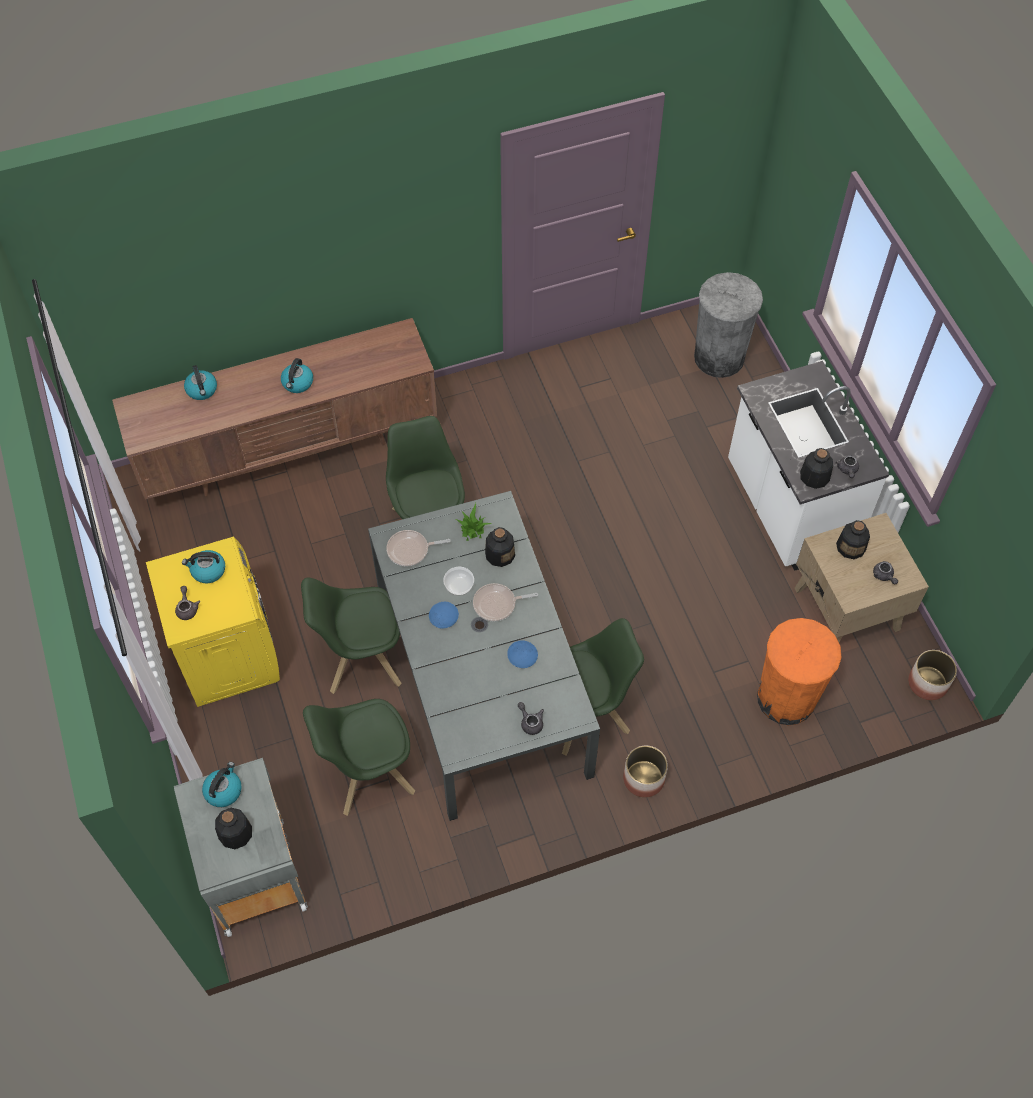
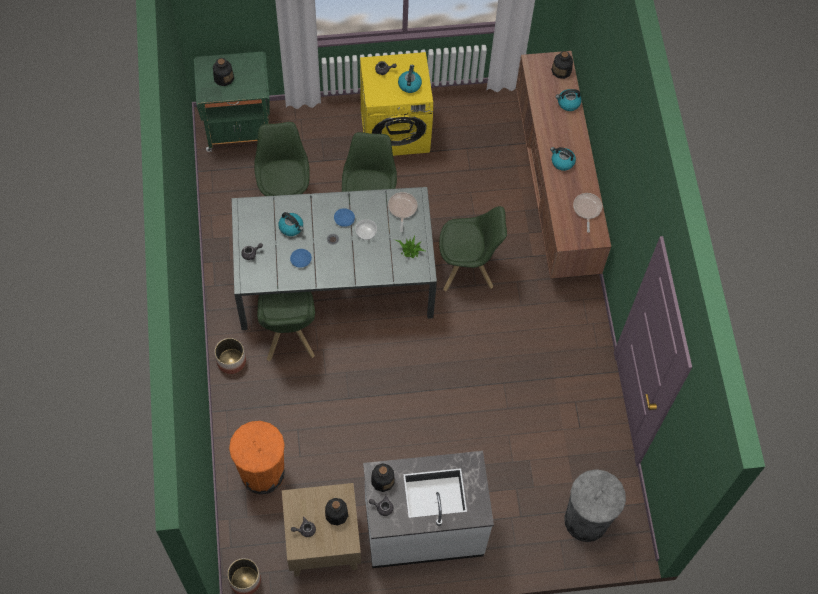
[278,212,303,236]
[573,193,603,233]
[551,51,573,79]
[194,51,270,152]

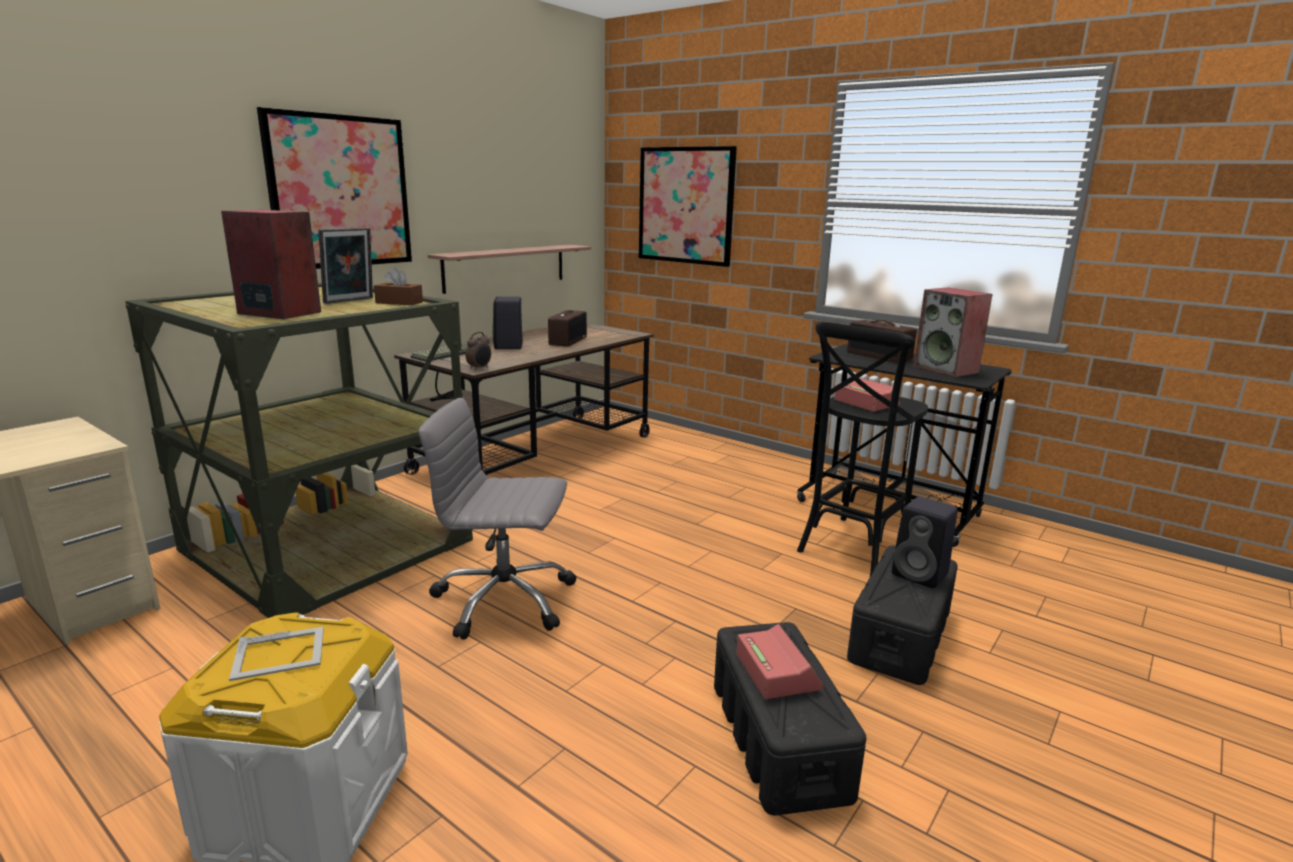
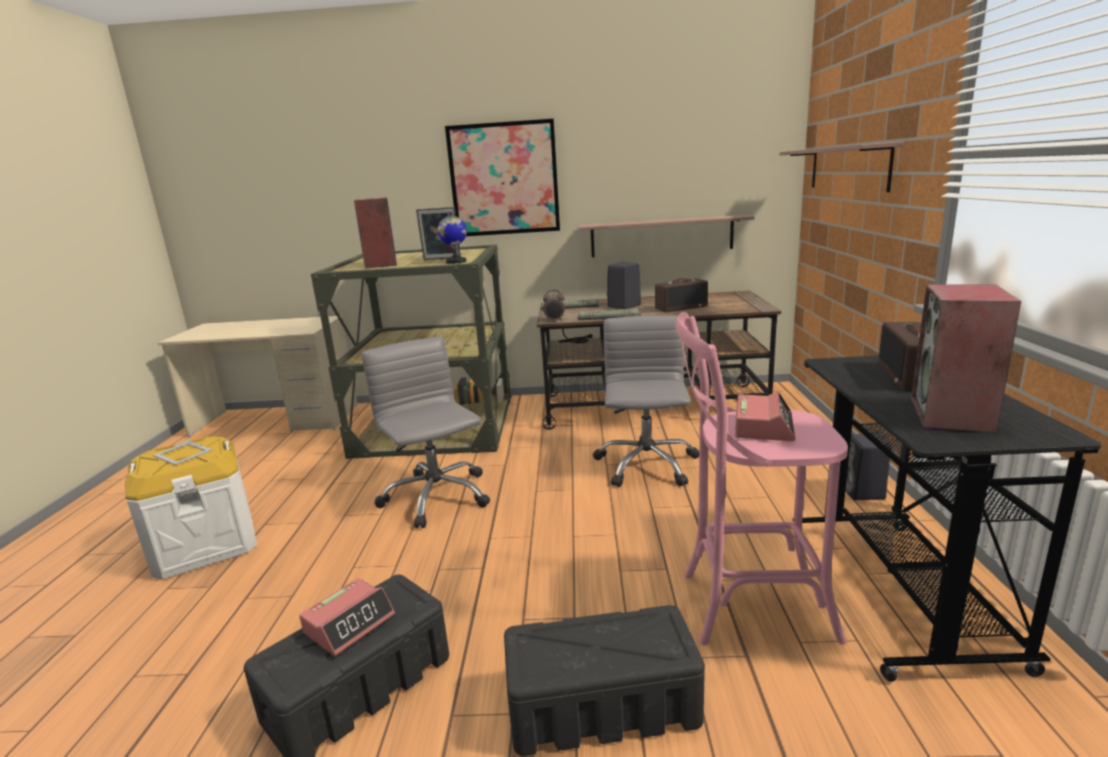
[578,308,642,320]
[593,315,699,487]
[845,434,890,500]
[438,212,467,264]
[780,142,904,192]
[676,312,848,645]

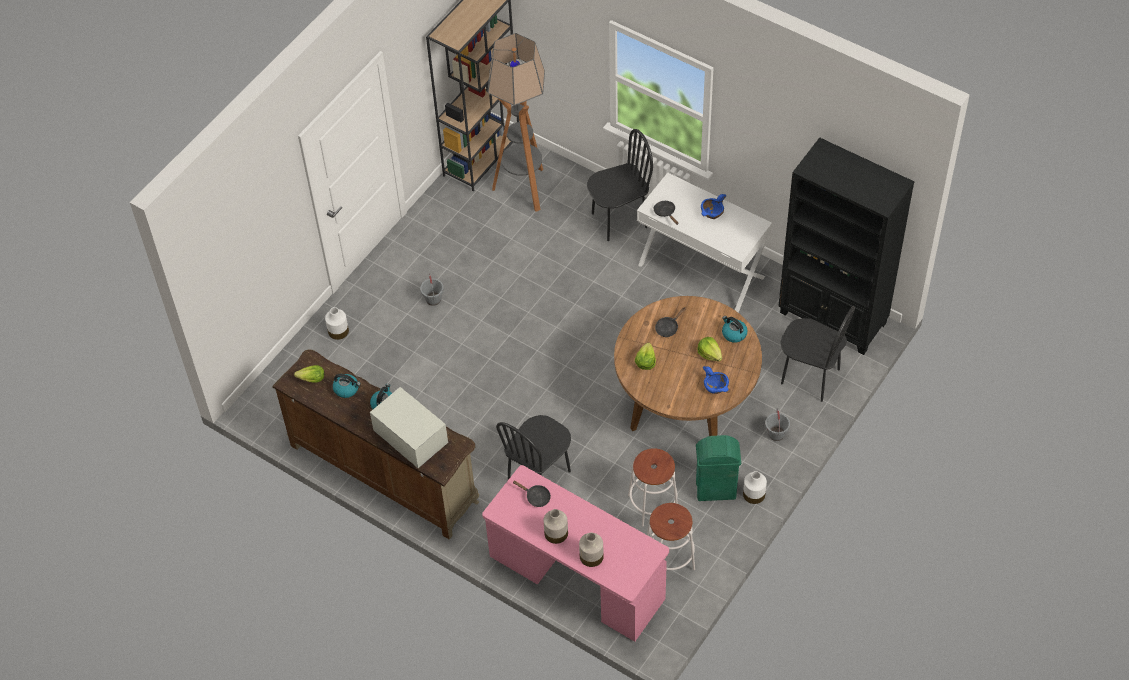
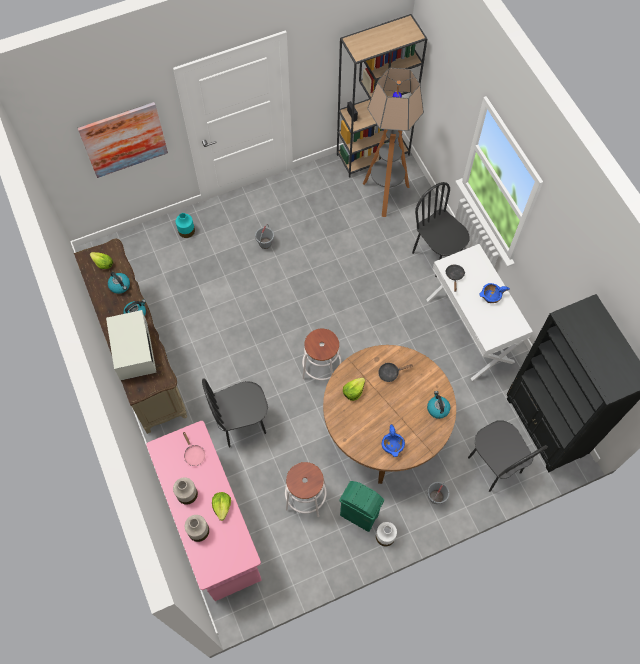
[78,102,168,178]
[302,329,341,380]
[212,492,231,521]
[176,213,195,238]
[183,432,205,466]
[412,182,470,277]

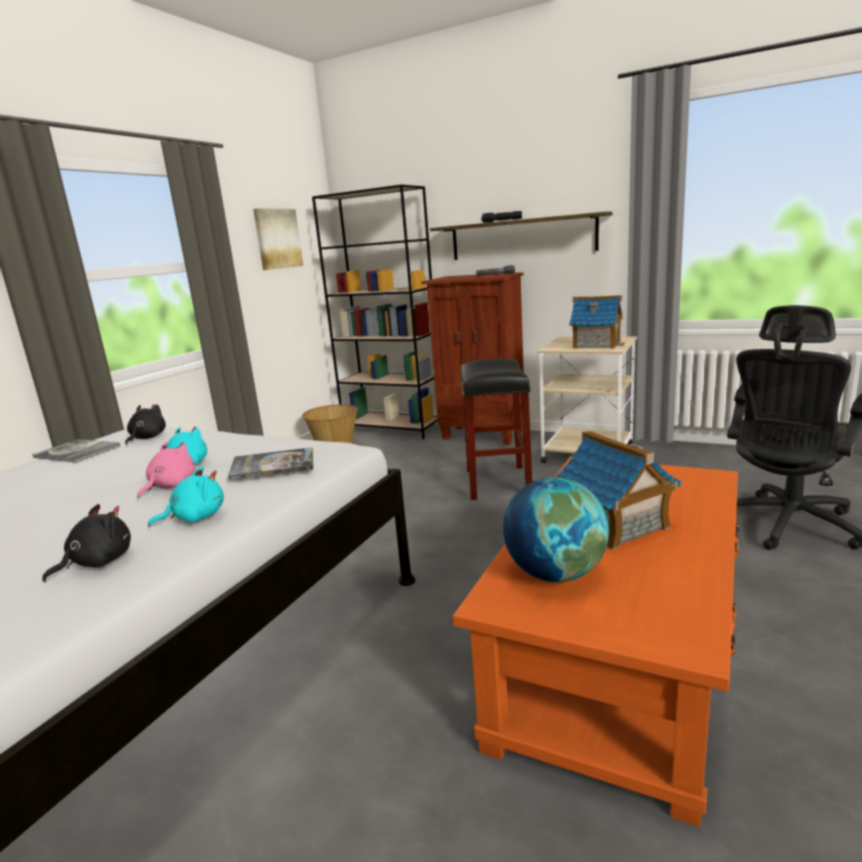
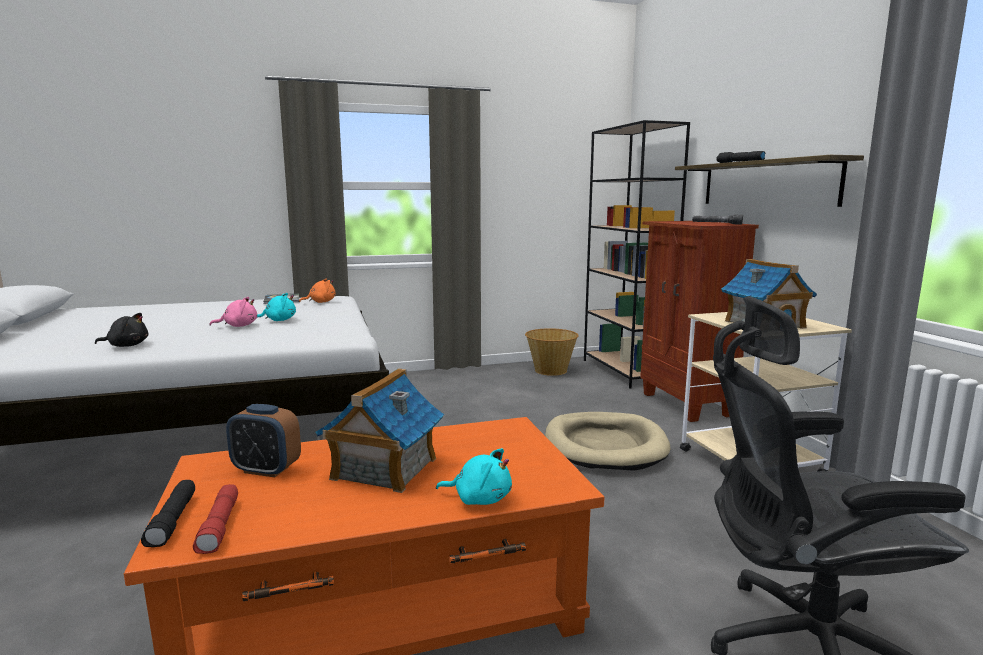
[228,447,313,480] (first image)
[253,208,303,270] (first image)
[141,480,195,547]
[193,484,238,554]
[436,448,512,505]
[545,412,670,471]
[226,404,301,477]
[299,278,335,303]

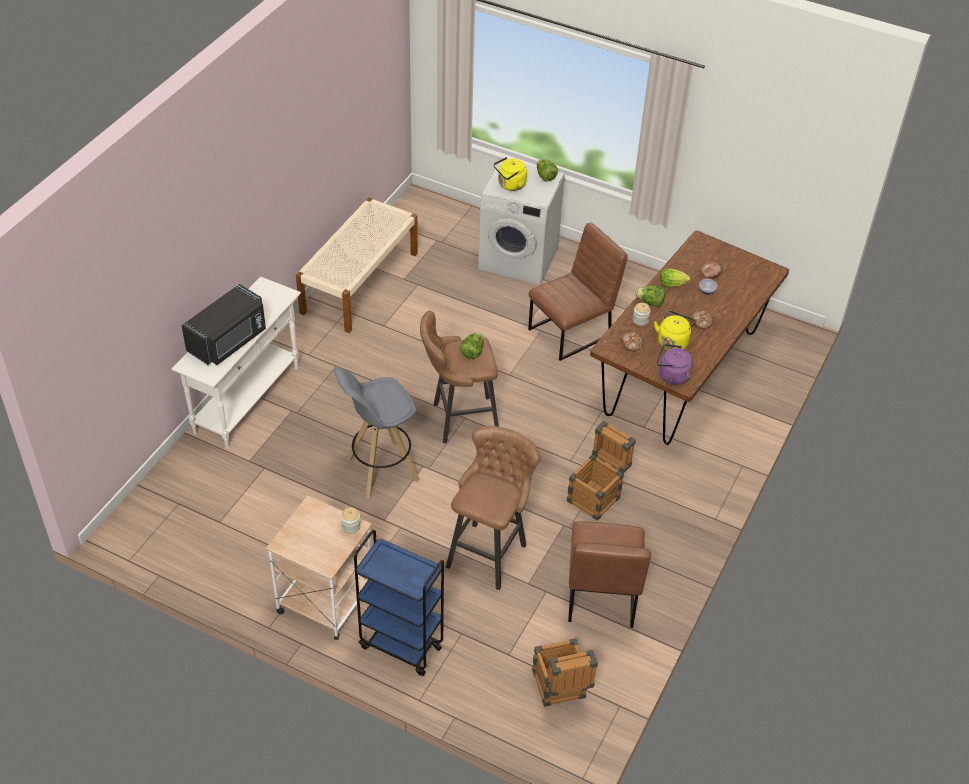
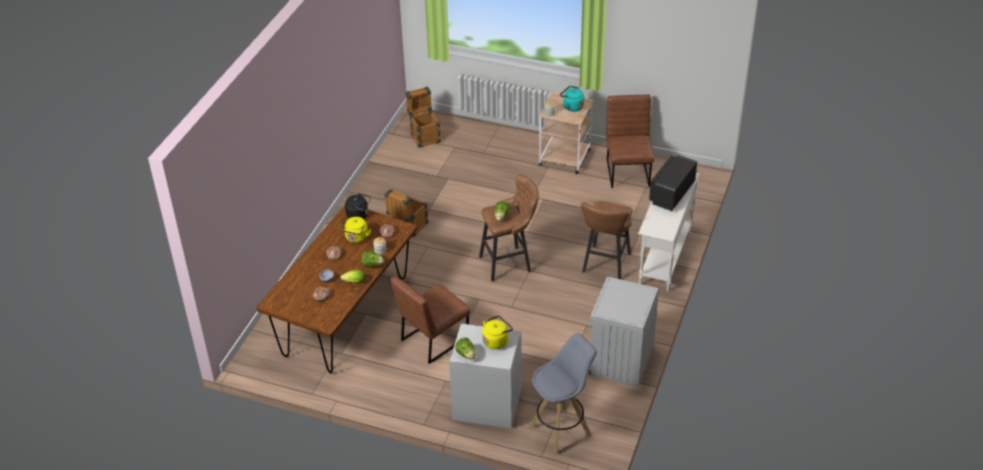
[354,530,444,676] (first image)
[560,86,584,112]
[529,333,597,455]
[580,201,633,279]
[606,94,655,188]
[589,276,659,387]
[345,193,371,219]

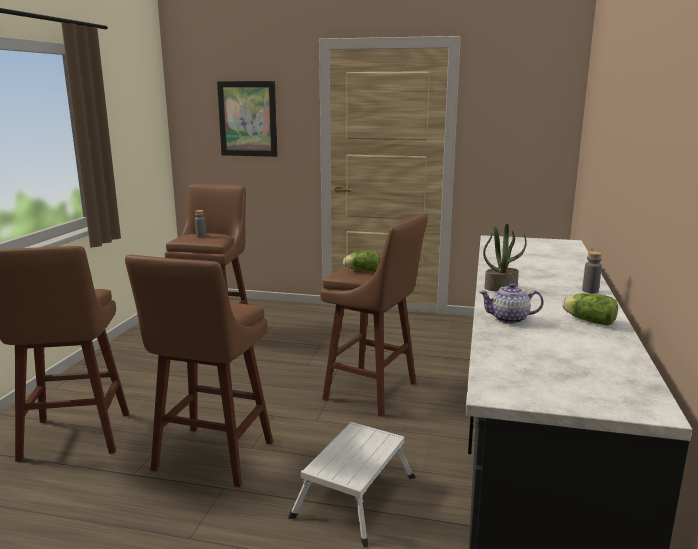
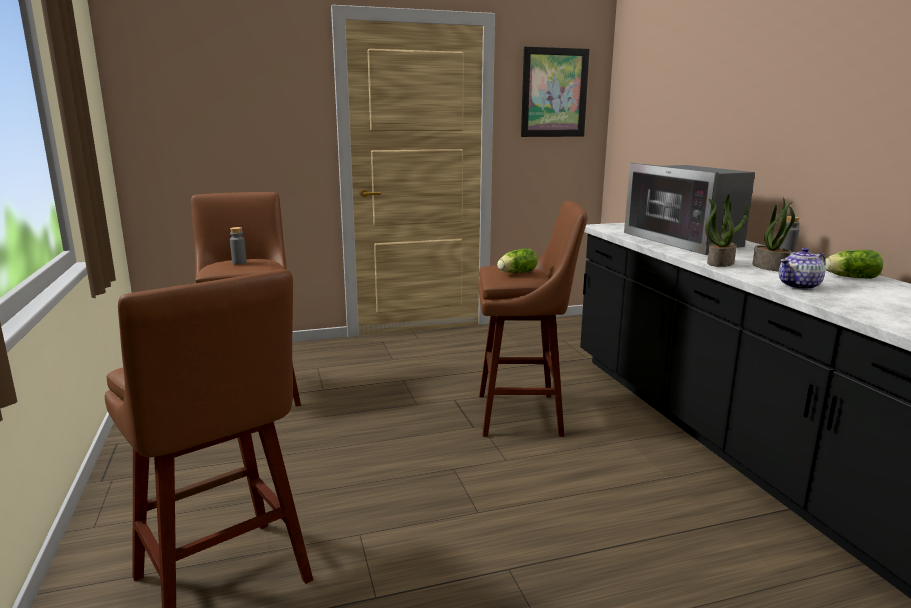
[125,255,273,487] (first image)
[288,422,416,548] (first image)
[624,163,755,255]
[752,197,795,272]
[521,47,589,137]

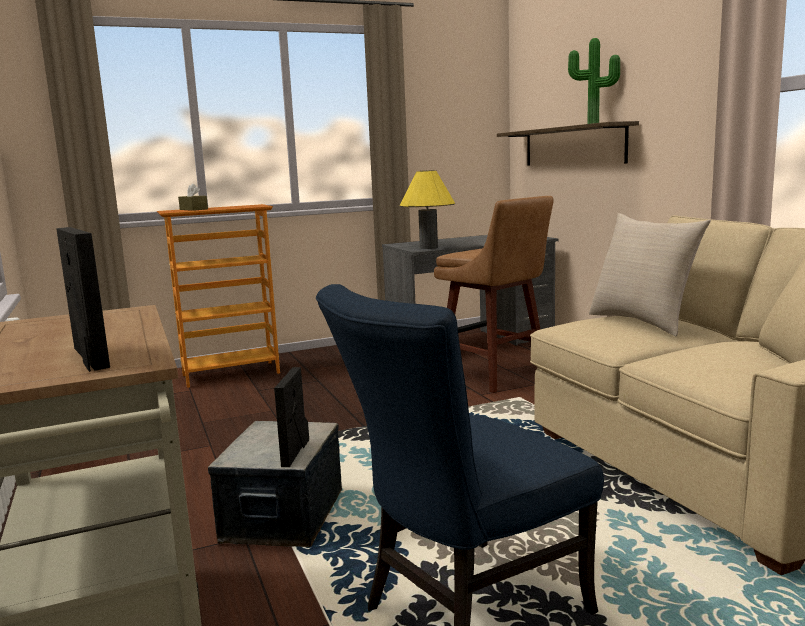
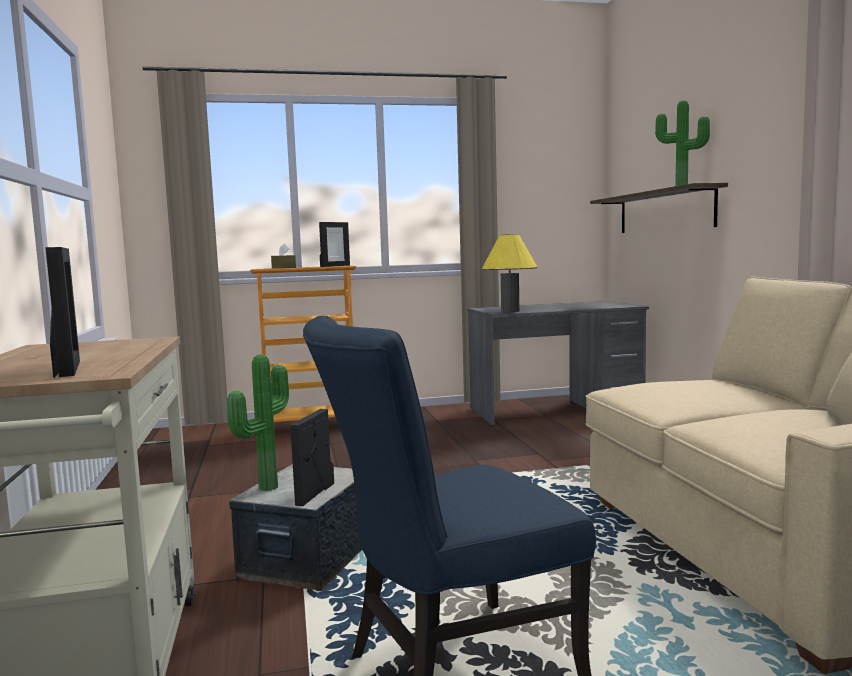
[434,196,554,393] (first image)
[589,213,711,336] (first image)
[227,355,289,491]
[319,222,350,267]

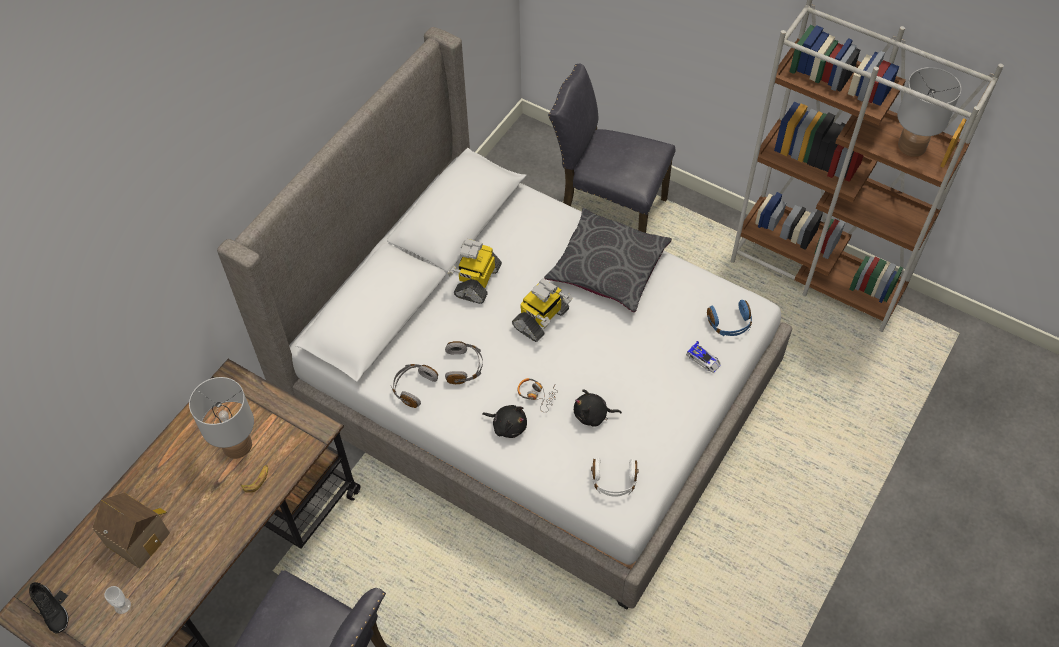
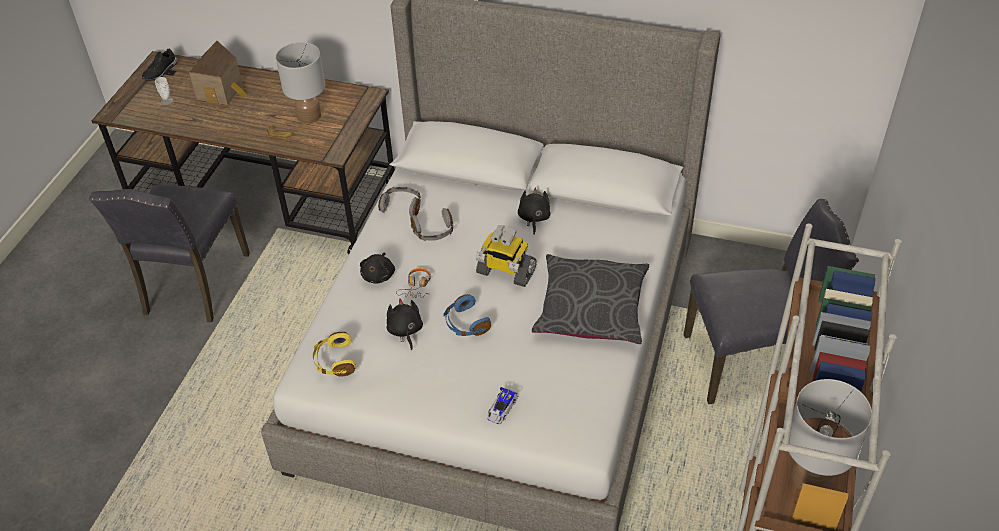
[443,294,491,336]
[518,188,551,234]
[313,332,356,377]
[684,199,859,404]

